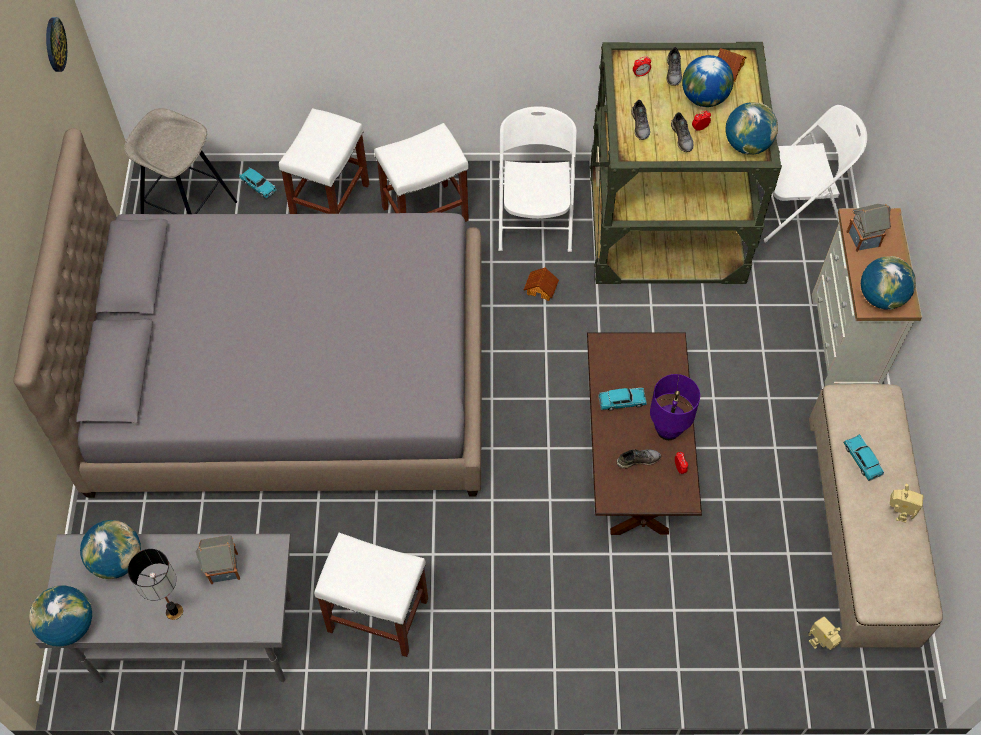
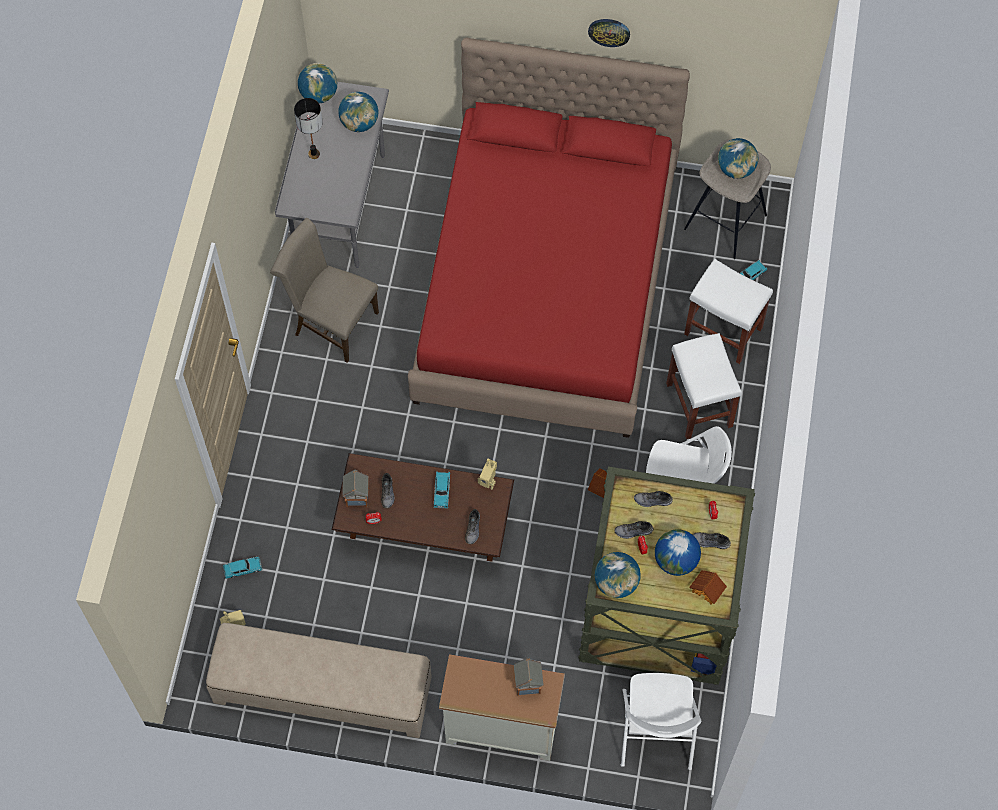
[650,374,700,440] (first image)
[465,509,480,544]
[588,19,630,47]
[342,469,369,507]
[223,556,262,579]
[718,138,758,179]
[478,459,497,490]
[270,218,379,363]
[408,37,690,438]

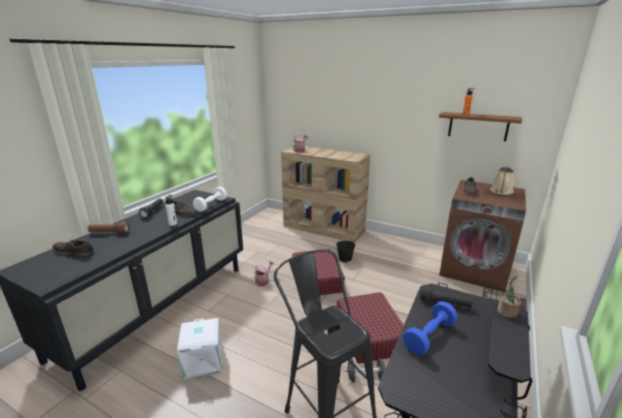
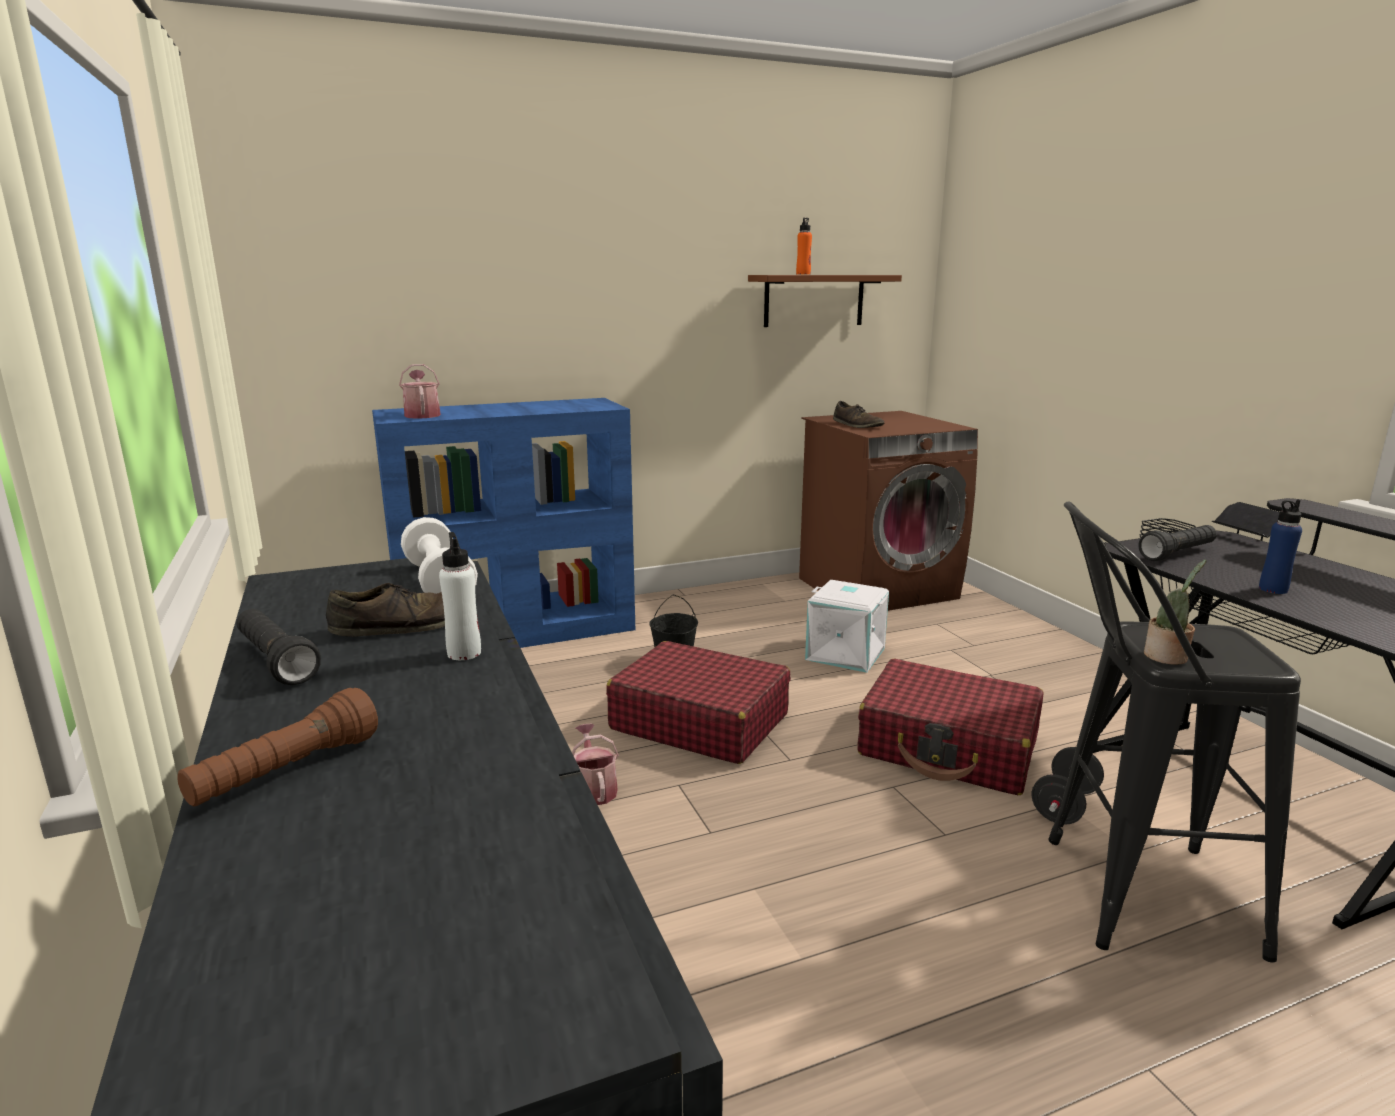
[52,240,94,256] (first image)
[490,167,514,195] (first image)
[805,580,889,673]
[1144,559,1207,665]
[1259,500,1302,594]
[372,398,635,648]

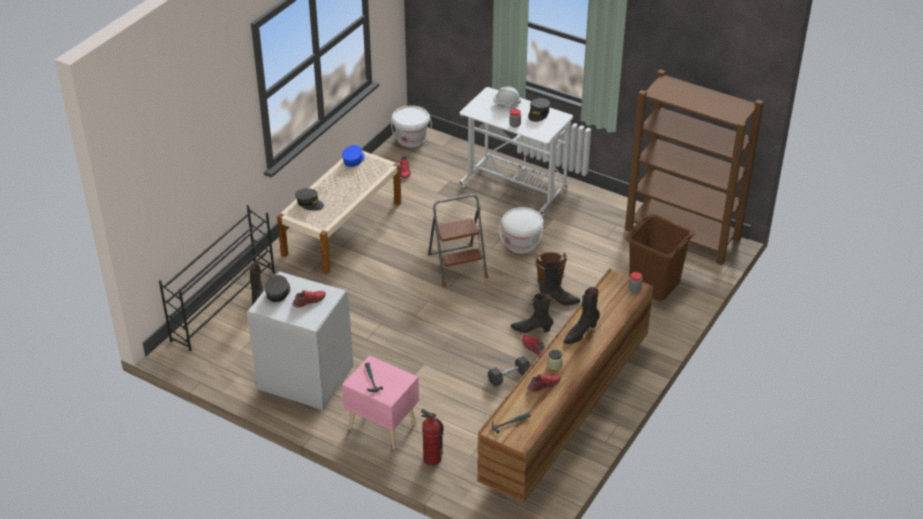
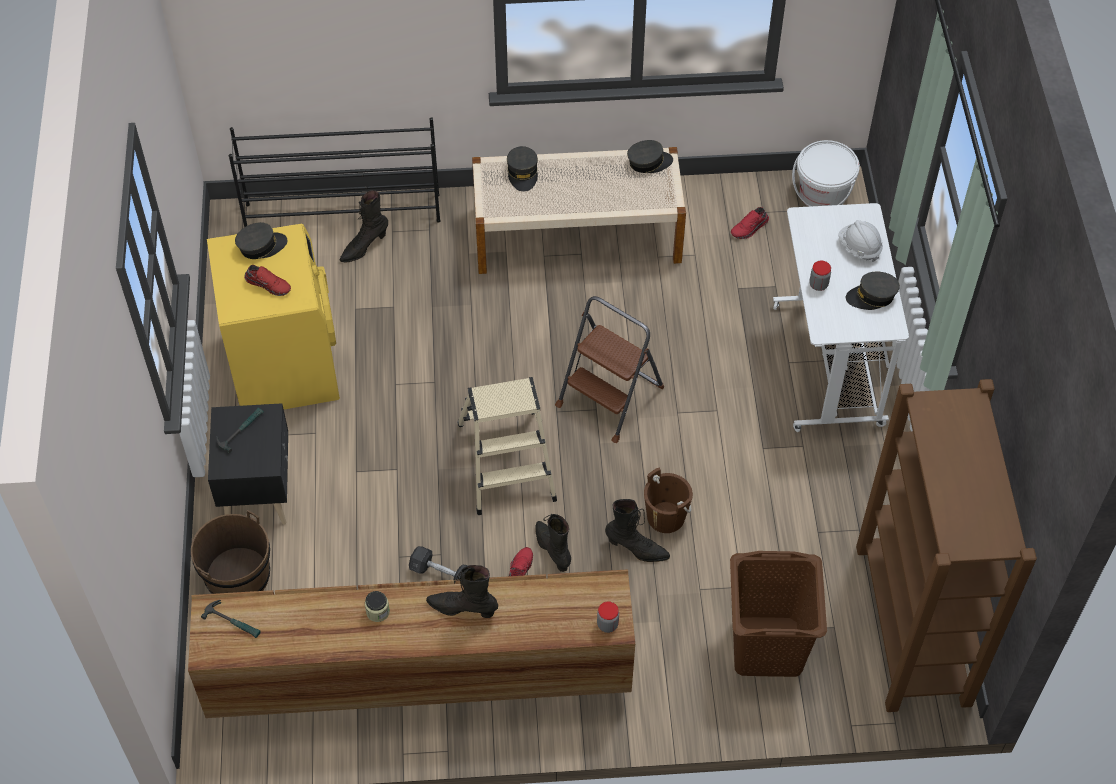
[499,207,543,254] (first image)
[527,374,561,392] (first image)
[458,377,557,515]
[191,510,270,594]
[207,223,340,410]
[627,140,673,173]
[208,403,288,525]
[605,499,670,562]

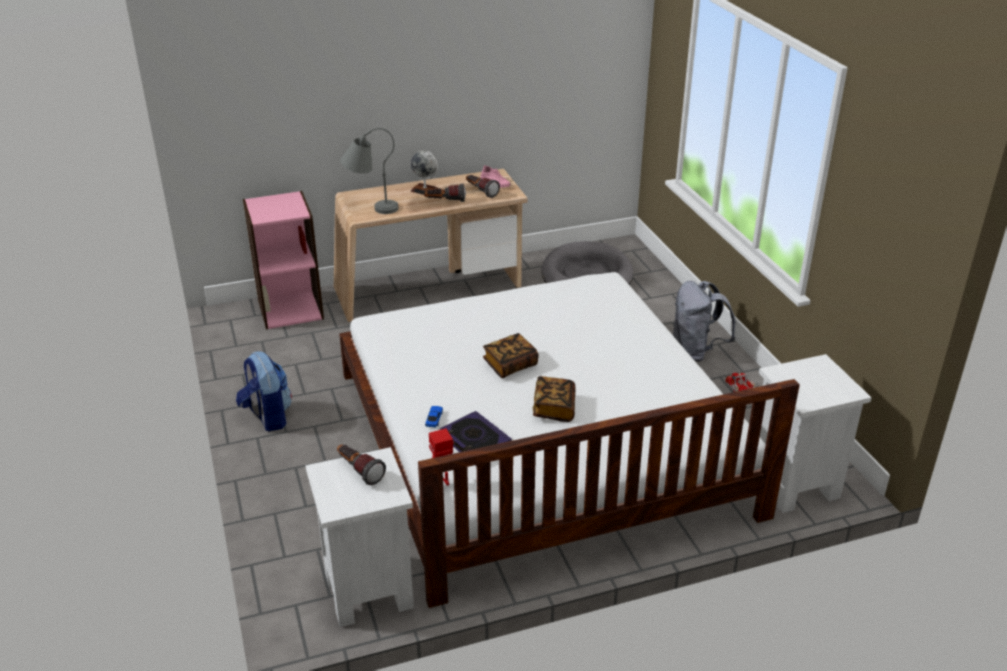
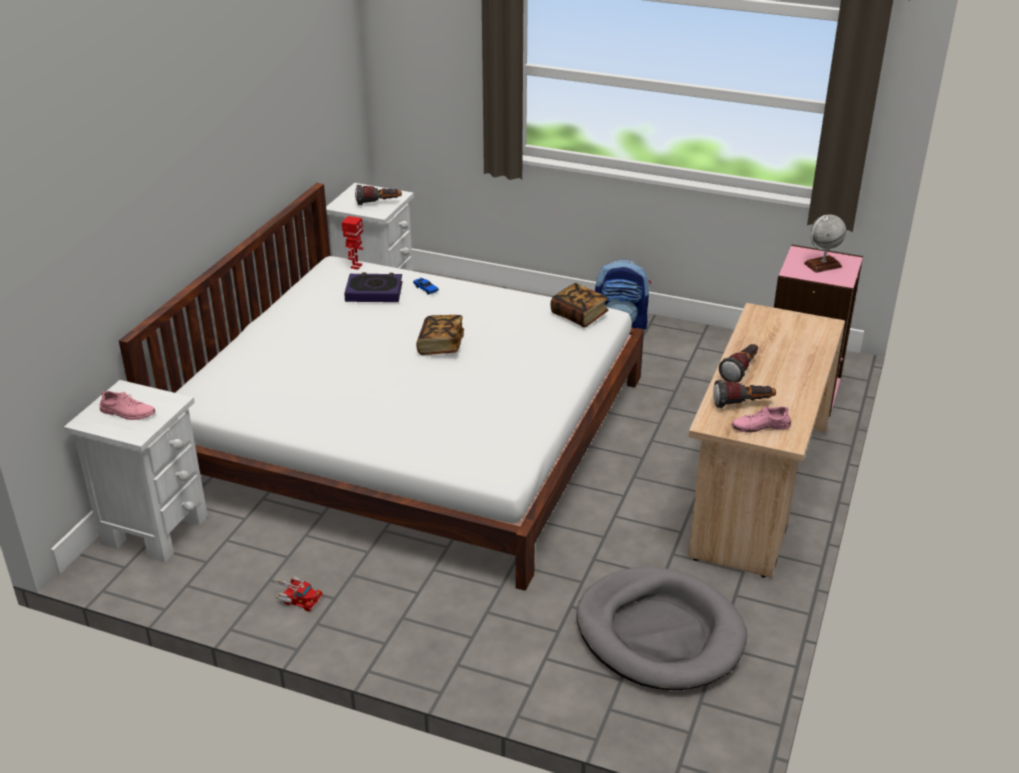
[340,128,398,214] (first image)
[672,281,735,362] (first image)
[100,391,156,420]
[804,214,846,273]
[550,283,609,328]

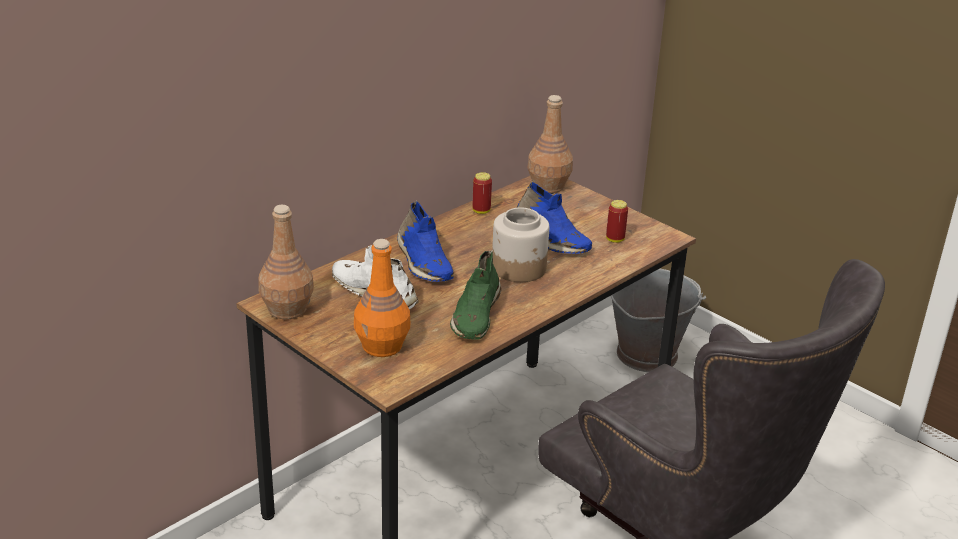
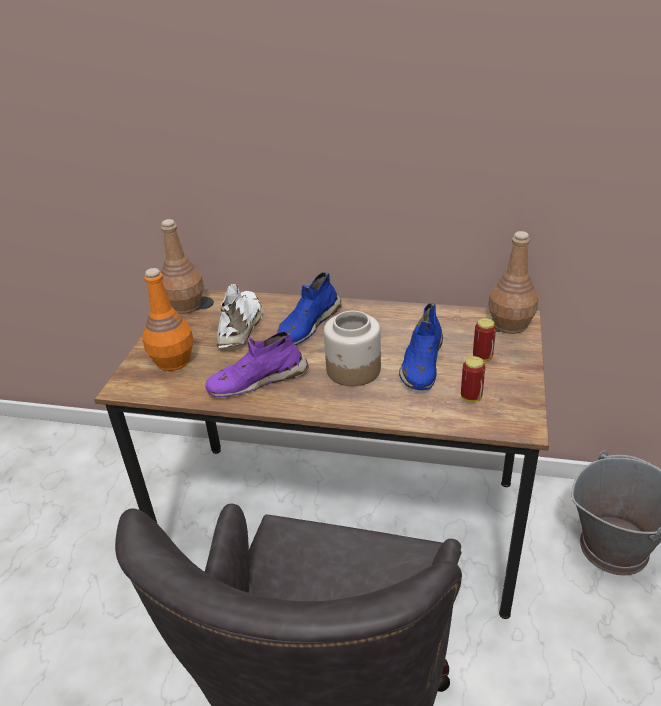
[473,318,496,362]
[205,331,309,398]

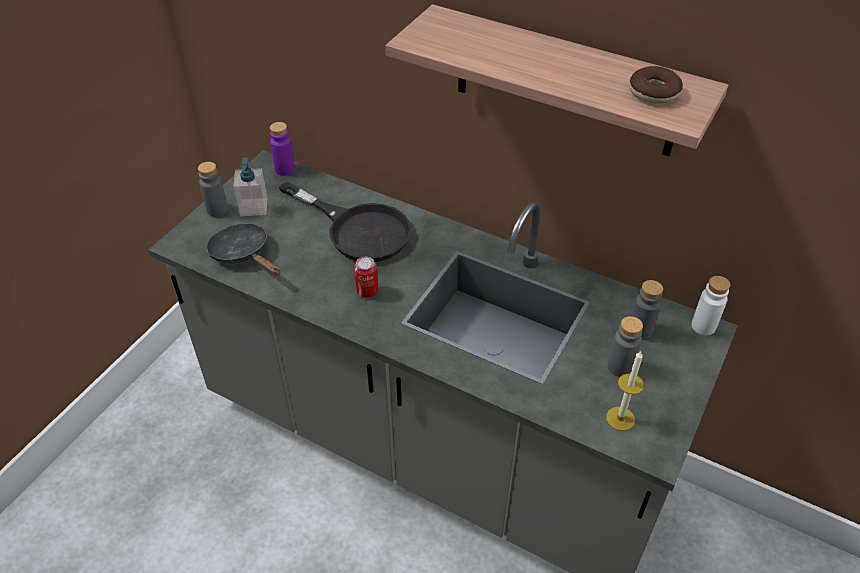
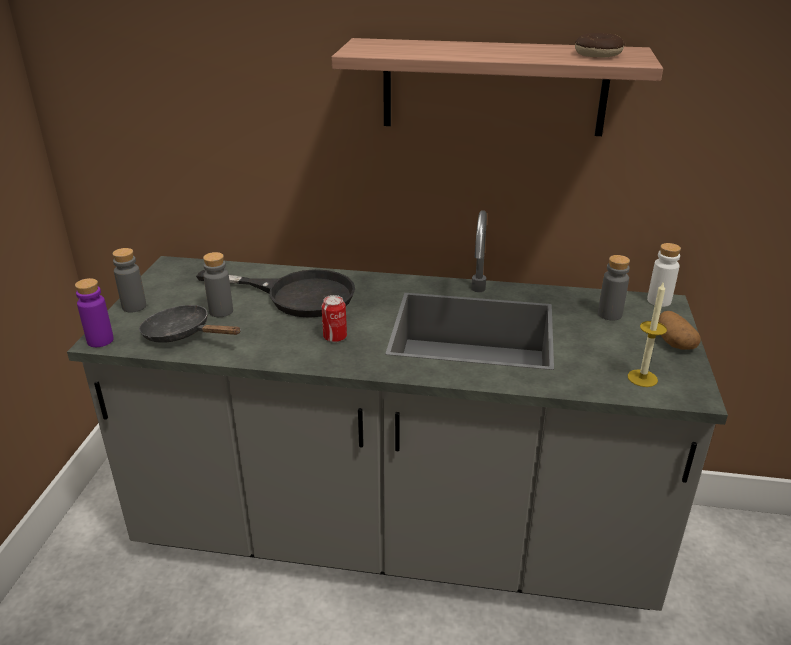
[233,157,267,216] (first image)
[658,311,701,350]
[75,278,114,347]
[203,252,233,317]

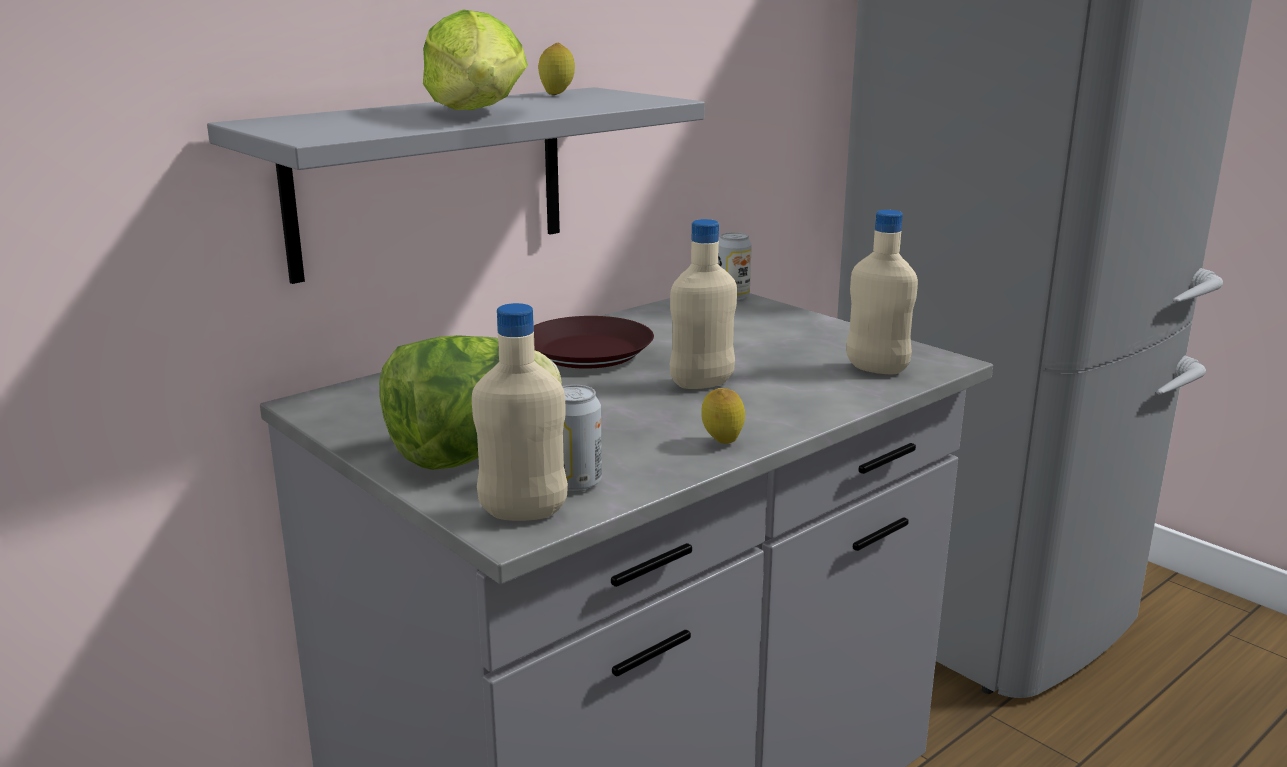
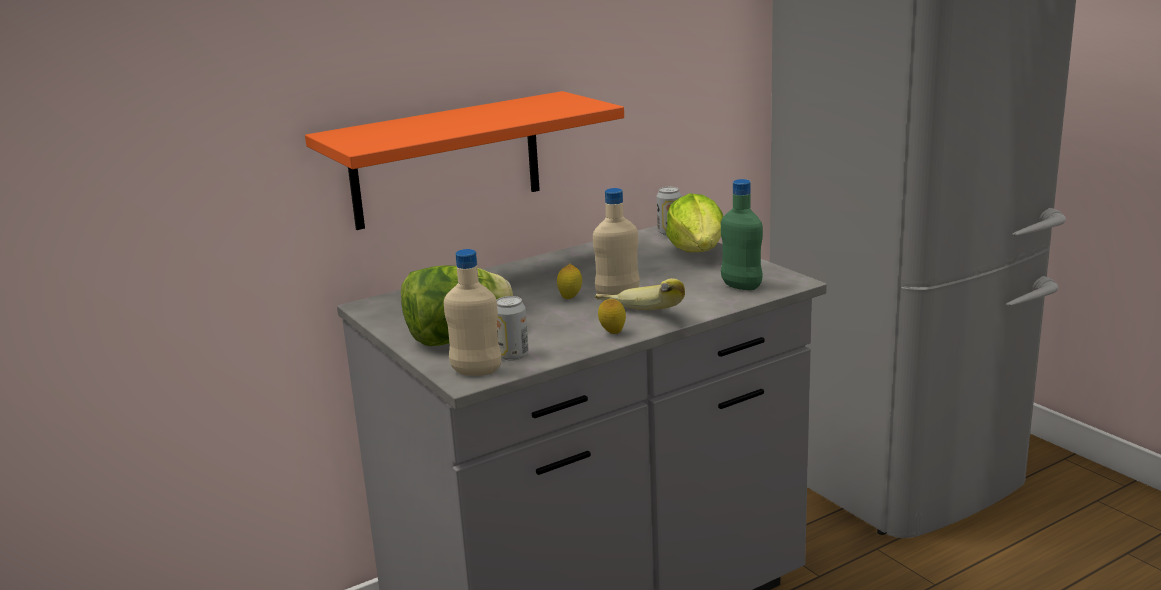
[534,316,654,369] (first image)
[595,278,685,310]
[666,193,723,252]
[557,264,582,299]
[305,91,624,230]
[721,179,763,290]

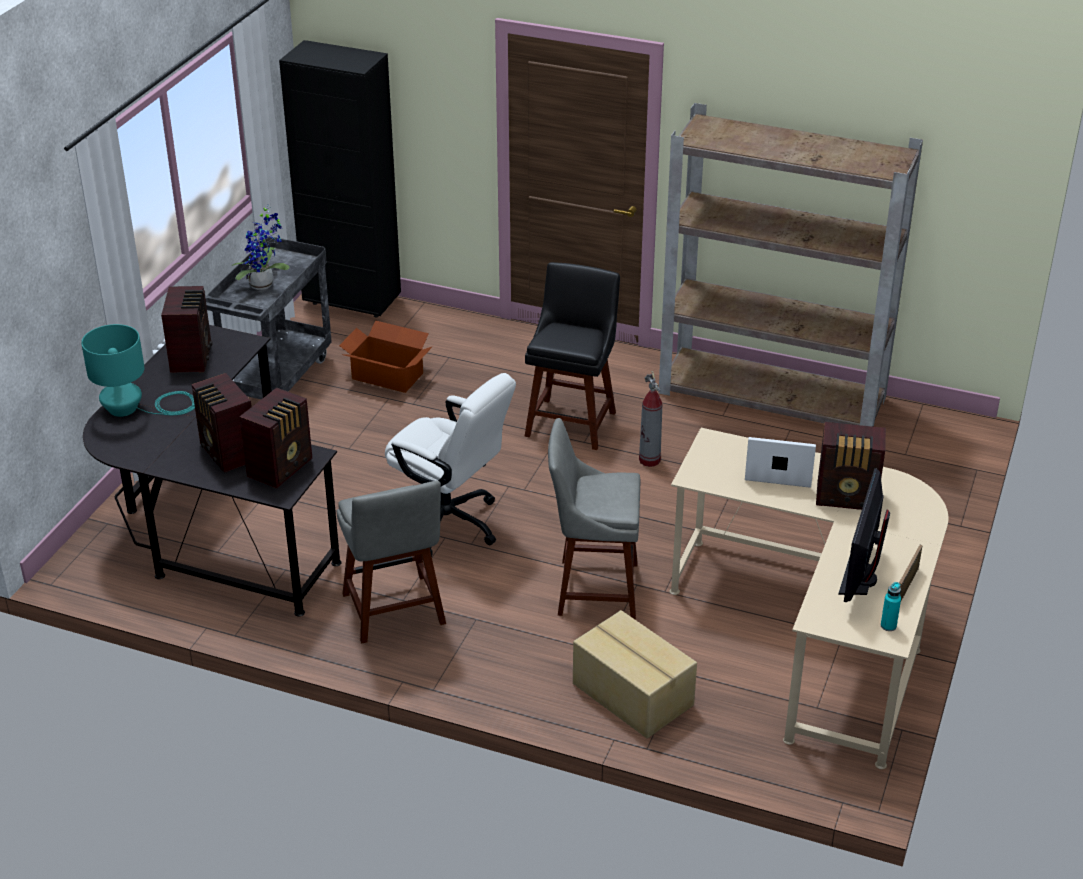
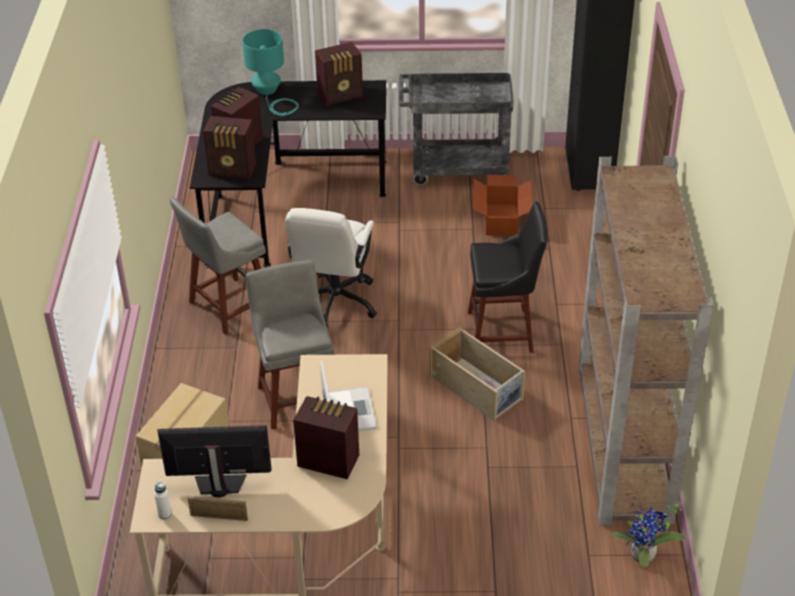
[611,504,685,567]
[430,326,525,421]
[154,482,172,519]
[293,396,359,479]

